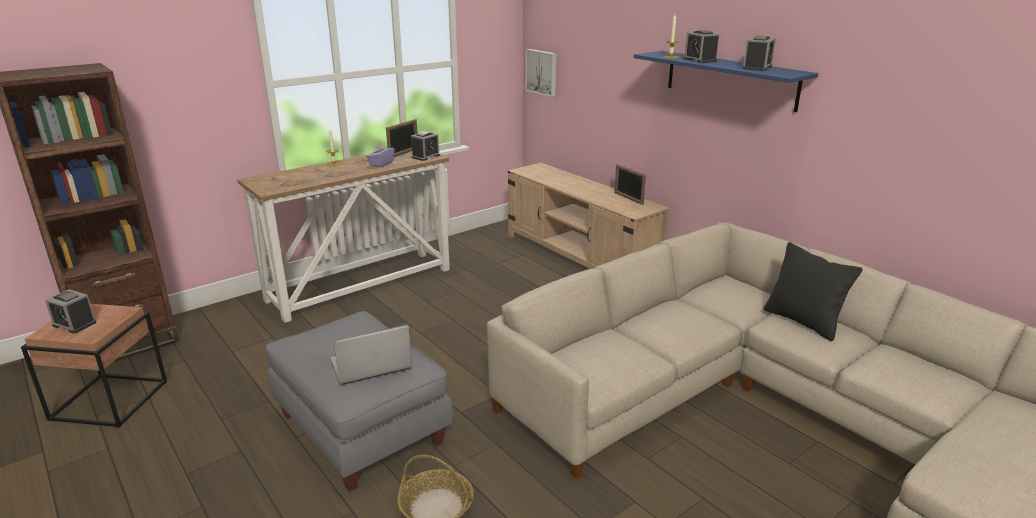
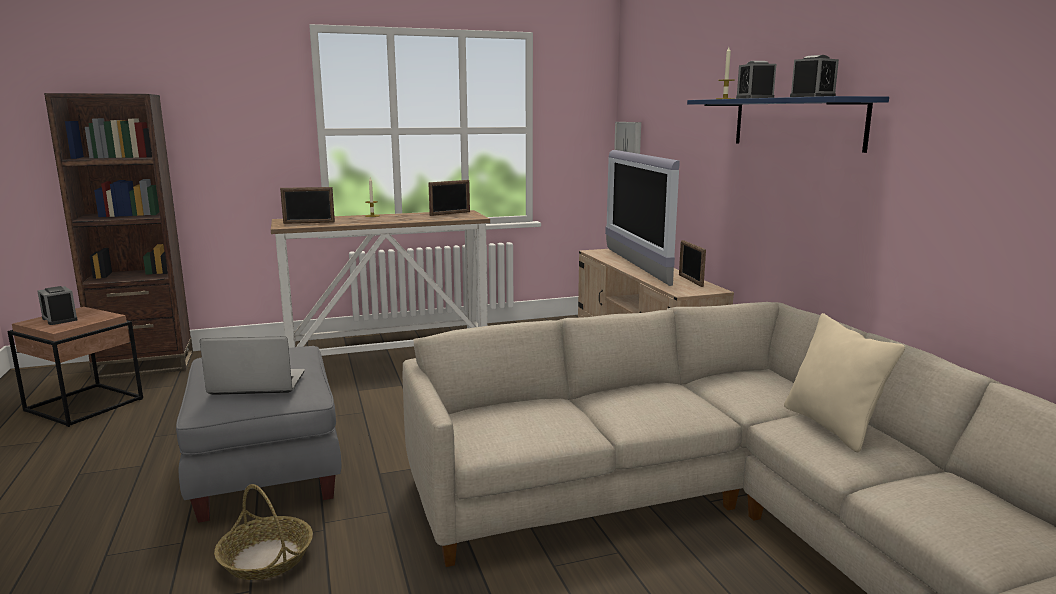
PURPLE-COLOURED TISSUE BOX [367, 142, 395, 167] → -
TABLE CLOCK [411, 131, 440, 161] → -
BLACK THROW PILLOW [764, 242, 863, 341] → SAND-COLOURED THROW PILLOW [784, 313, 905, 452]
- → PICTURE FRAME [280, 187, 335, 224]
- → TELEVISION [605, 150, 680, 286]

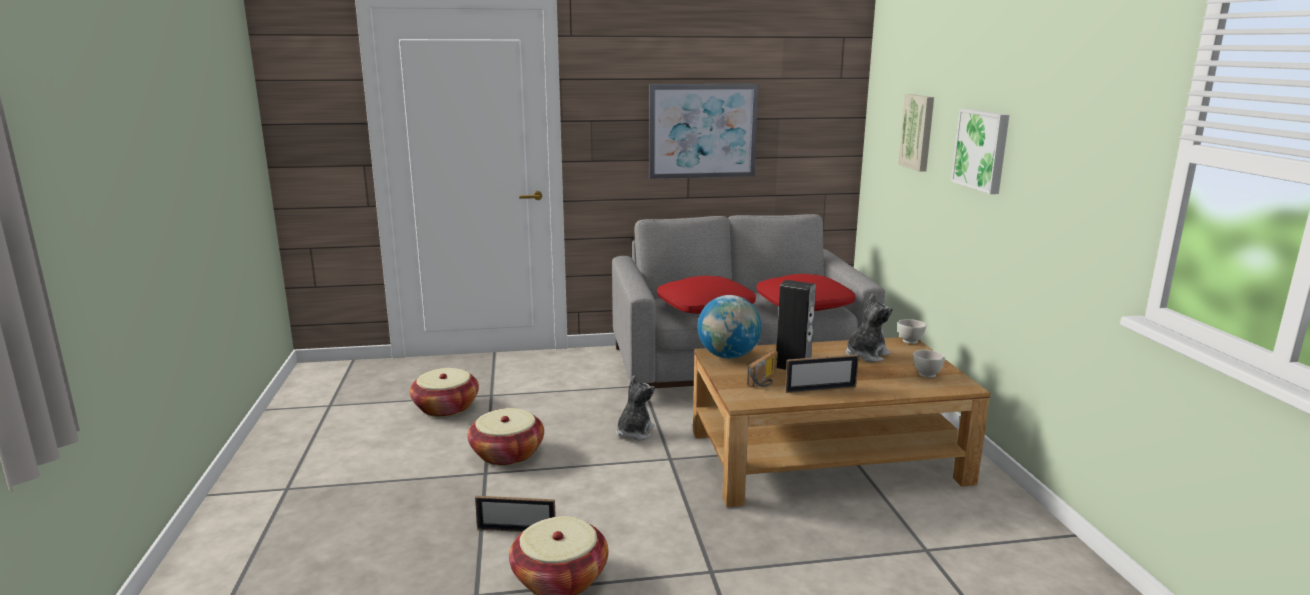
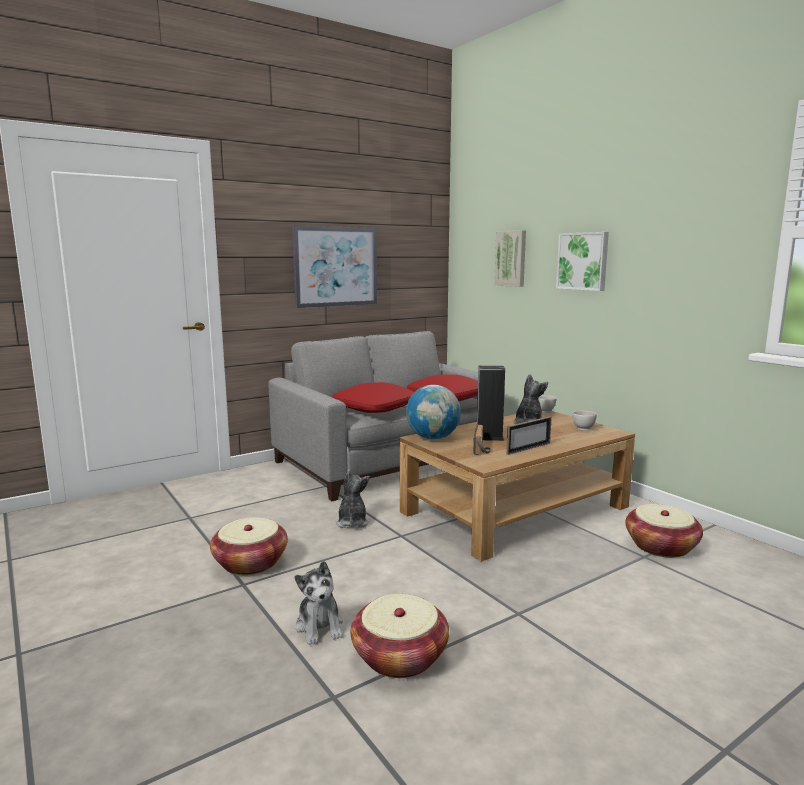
HOUSEHOLD BASKET [410, 368, 479, 417] → HOUSEHOLD BASKET [626, 504, 703, 558], moved
PICTURE FRAME [475, 496, 556, 532] → CUDDLY TOY [295, 561, 343, 645]

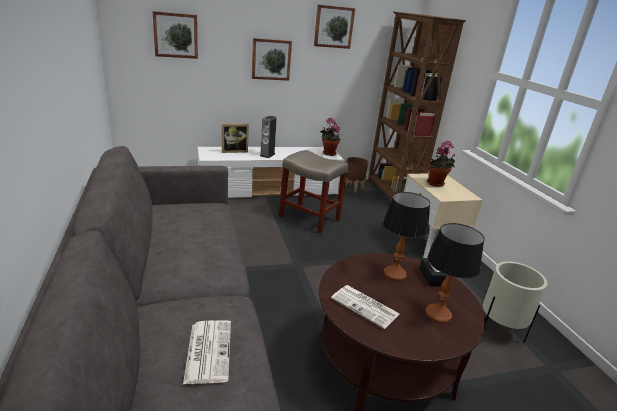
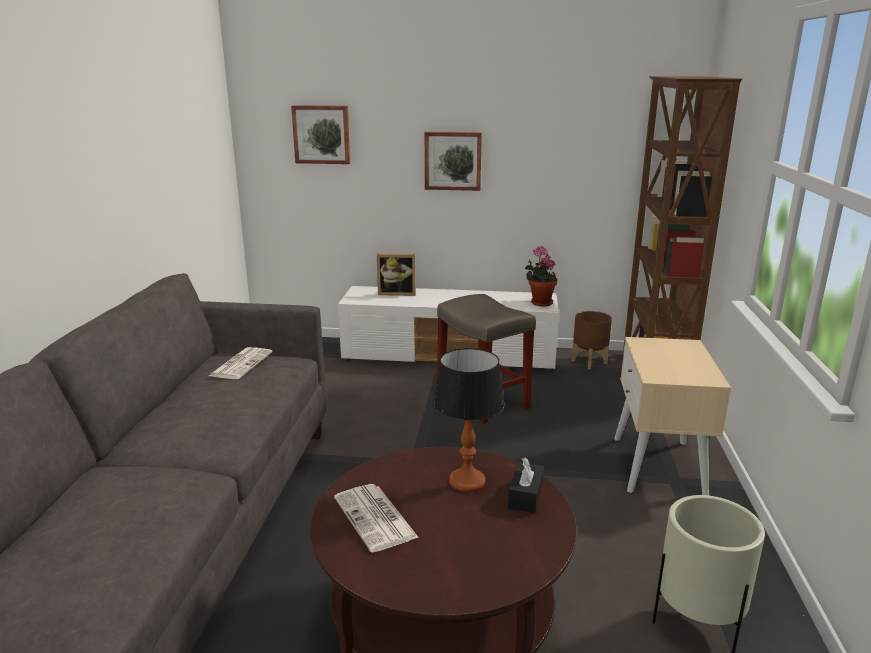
PRINTED PAPER [183, 320, 231, 384] → PRINTED PAPER [209, 347, 272, 379], moved
AUDIO SPEAKER [260, 116, 277, 158] → -
WALL PICTURE [314, 5, 355, 49] → -
LAMP FOR A TABLE [426, 223, 484, 323] → -
HOUSEPLANT [427, 141, 455, 187] → -

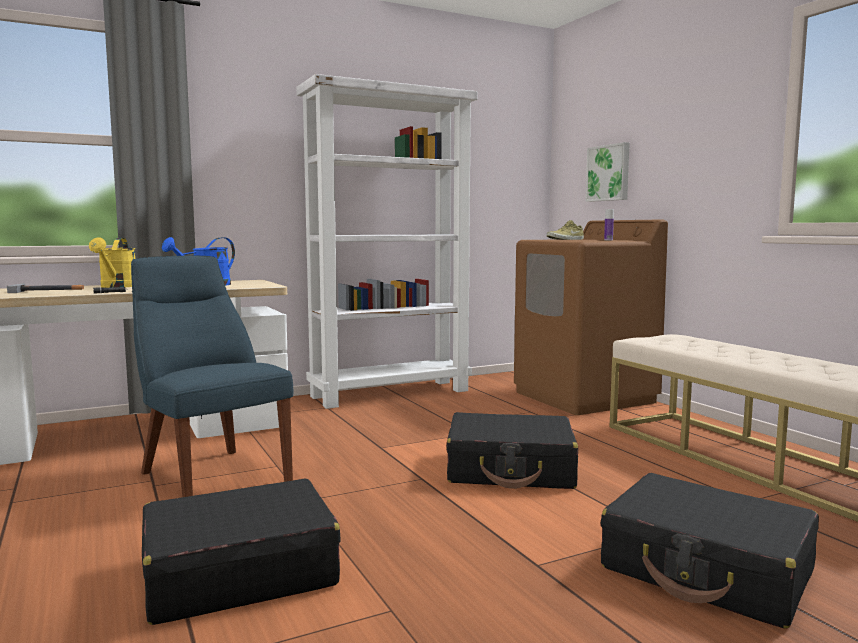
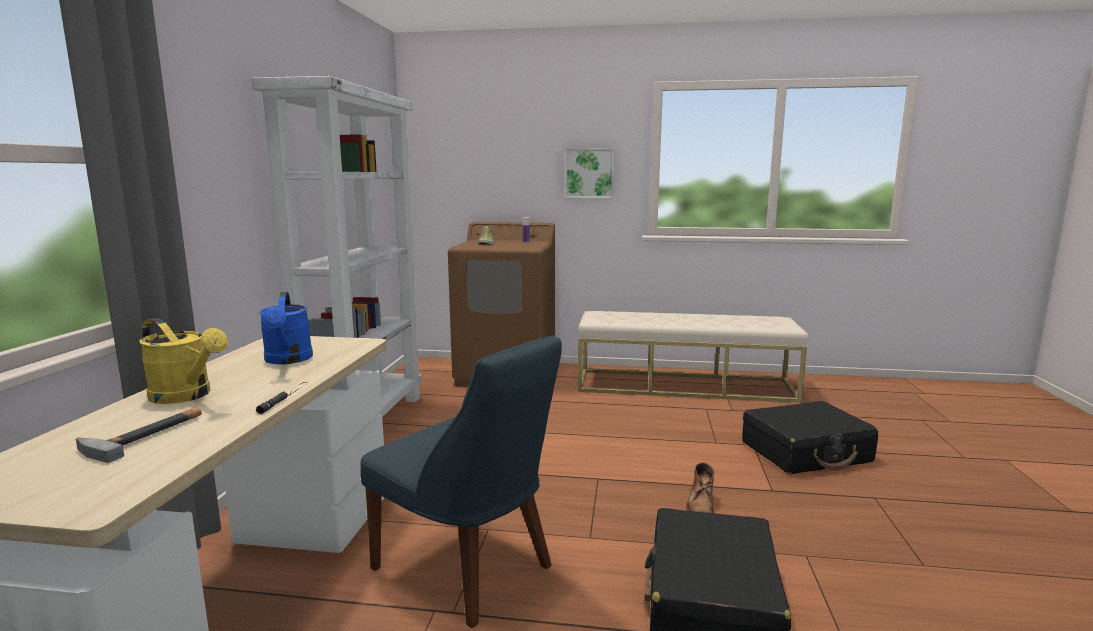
BLUE-COLOURED CHAIR [131, 256, 293, 497] → BLUE-COLOURED CHAIR [360, 335, 562, 628], 135 degrees counterclockwise
BLACK TRAVEL CASE [446, 412, 578, 489] → -
WALL PICTURE [586, 142, 630, 202] → WALL PICTURE [565, 148, 614, 198], moved
- → BROWN-COLOURED BOOT [686, 462, 714, 513]

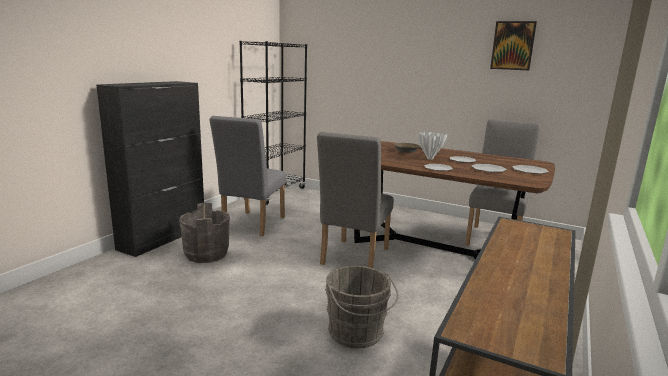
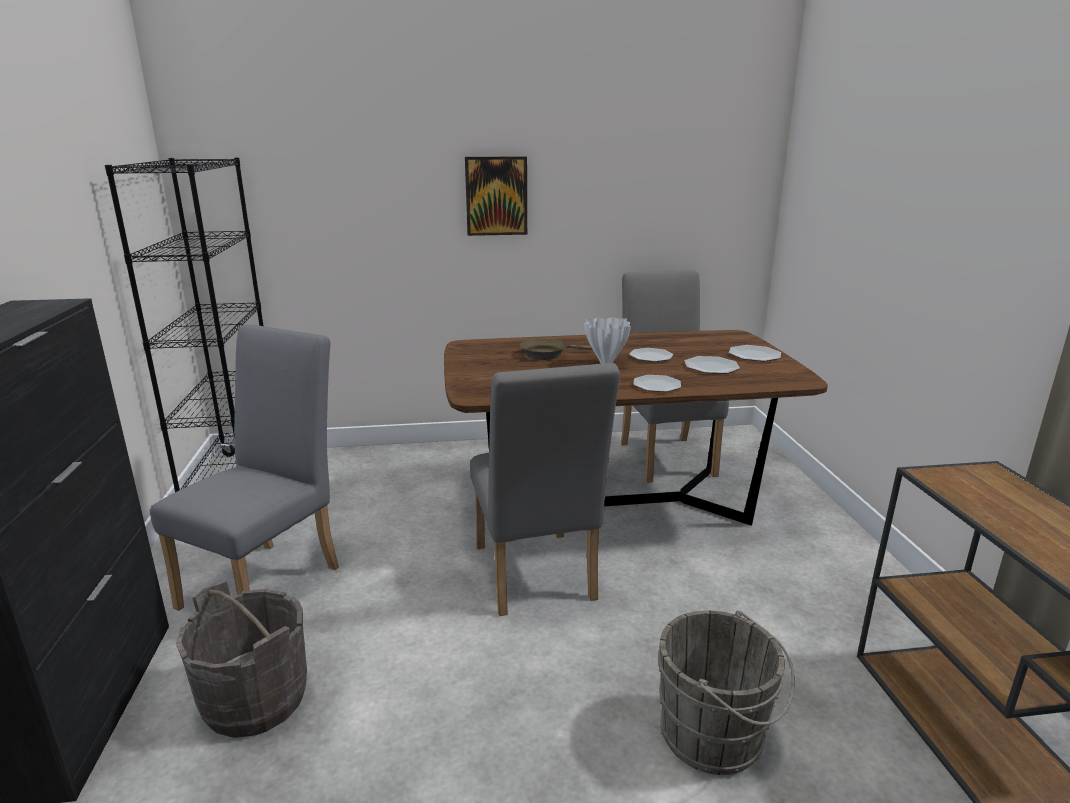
GREY CHAIR [209, 116, 286, 236] → GREY CHAIR [150, 324, 339, 611], 135 degrees counterclockwise
WALL PICTURE [490, 21, 537, 70] → WALL PICTURE [465, 156, 527, 236], moved

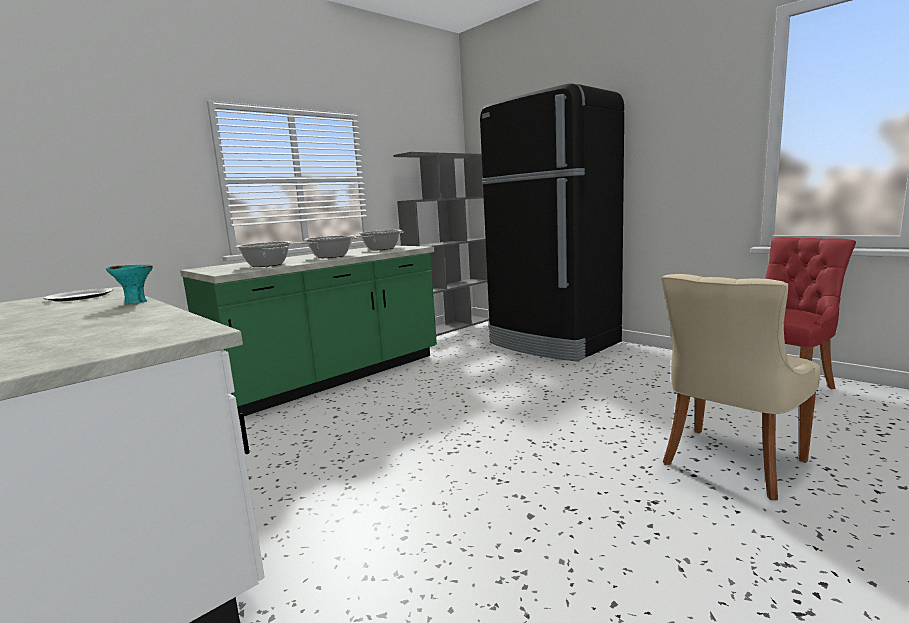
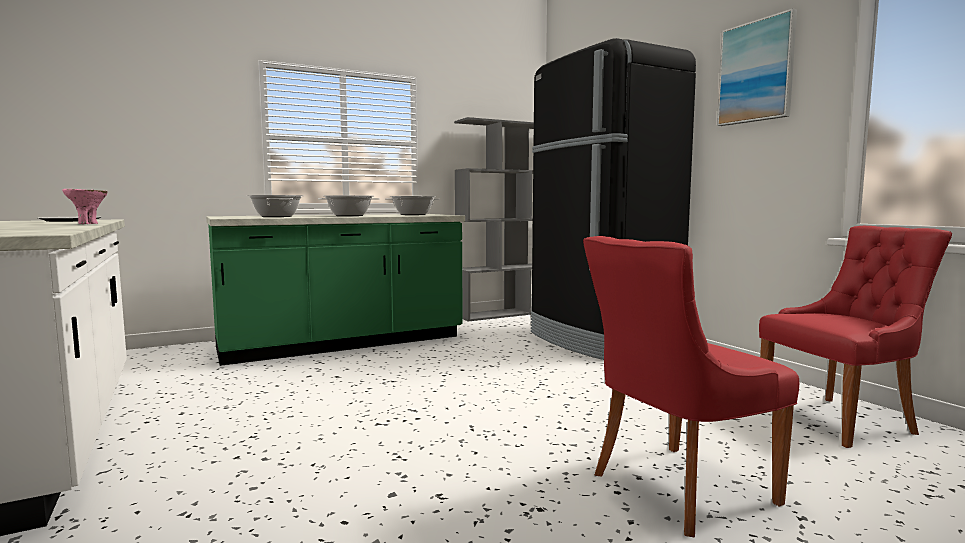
TURQUOISE BOWL [106, 264, 153, 304] → PINK BOWL [62, 189, 108, 224]
SAND-COLOURED CHAIR [661, 274, 821, 500] → RED-COLOURED CHAIR [583, 236, 799, 537]
- → WALL PICTURE [717, 8, 797, 126]

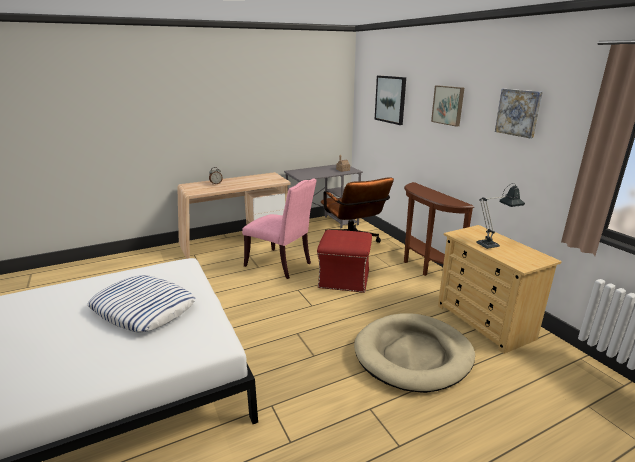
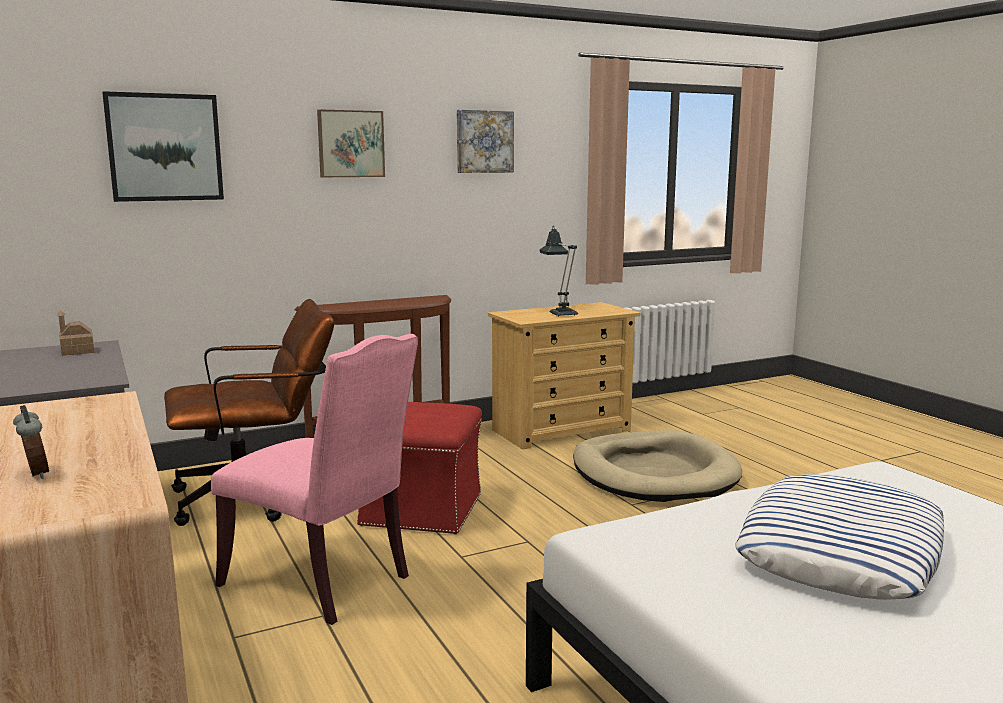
PINK CHAIR [242, 178, 316, 279] → PINK CHAIR [211, 334, 418, 625], 90 degrees clockwise

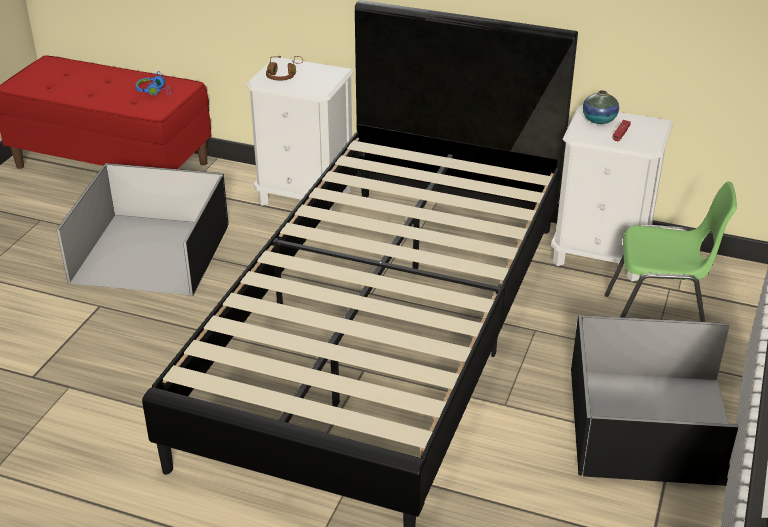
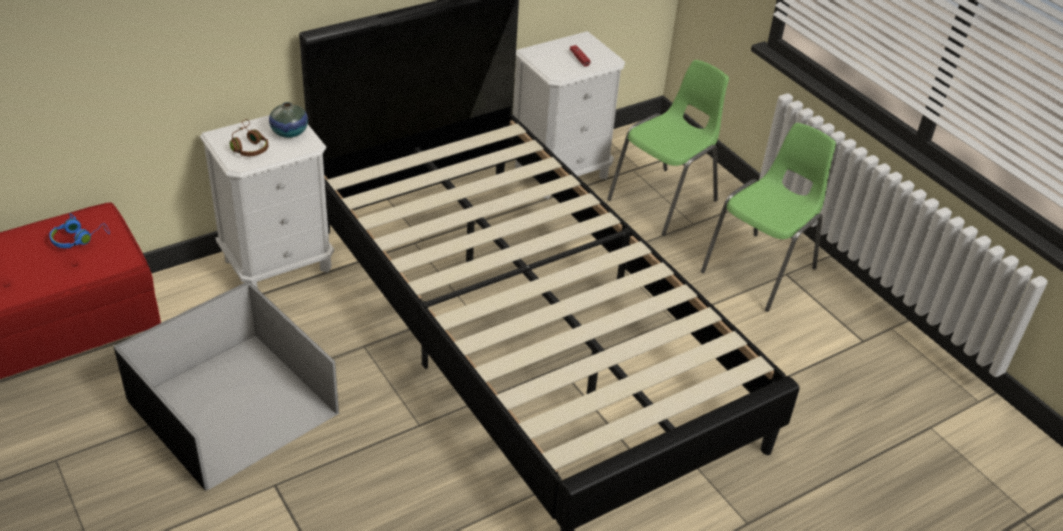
BLACK STORAGE CONTAINER [571, 314, 739, 486] → GREEN CHAIR [701, 123, 836, 312]
DECORATIVE VASE [583, 90, 619, 124] → DECORATIVE VASE [269, 102, 308, 138], moved

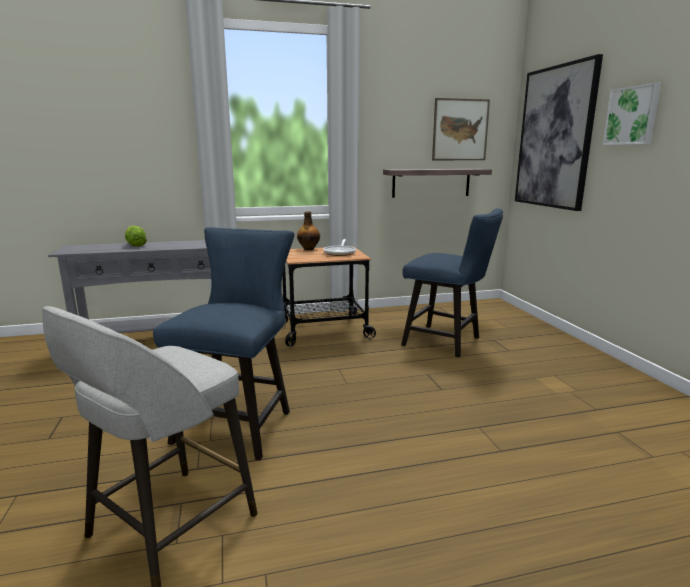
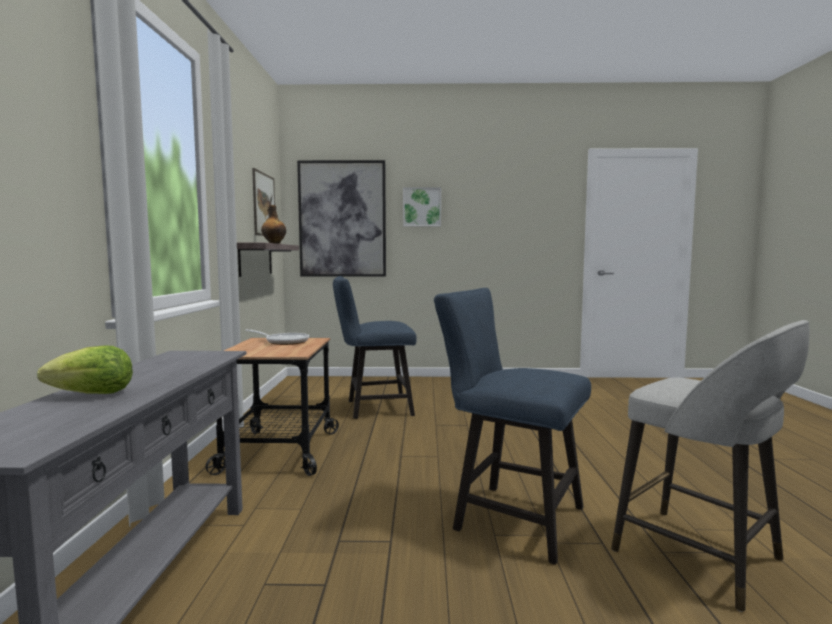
BEVERAGE BOTTLE [297, 211, 320, 250] → BEVERAGE BOTTLE [261, 205, 286, 244], moved
BLUE-COLOURED CHAIR [401, 208, 503, 357] → BLUE-COLOURED CHAIR [333, 276, 417, 419], 150 degrees counterclockwise

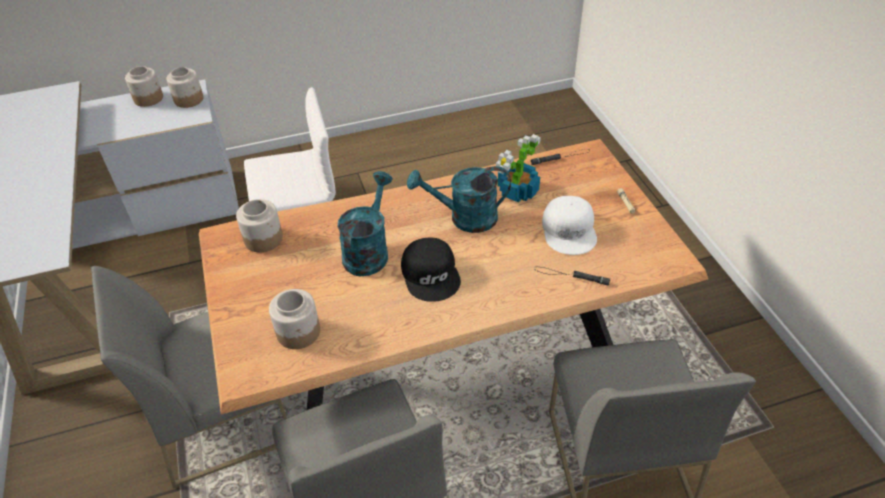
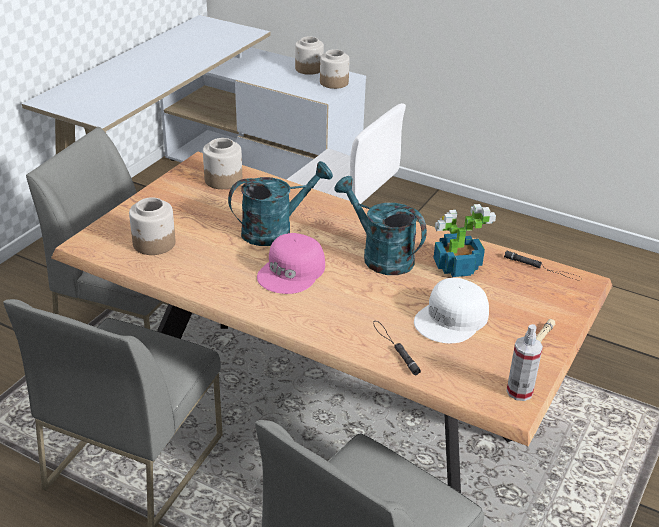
BLACK BASEBALL CAP [401, 238, 461, 302] → PINK BASEBALL CAP [257, 233, 325, 294]
- → SPRAY BOTTLE [506, 324, 543, 401]

